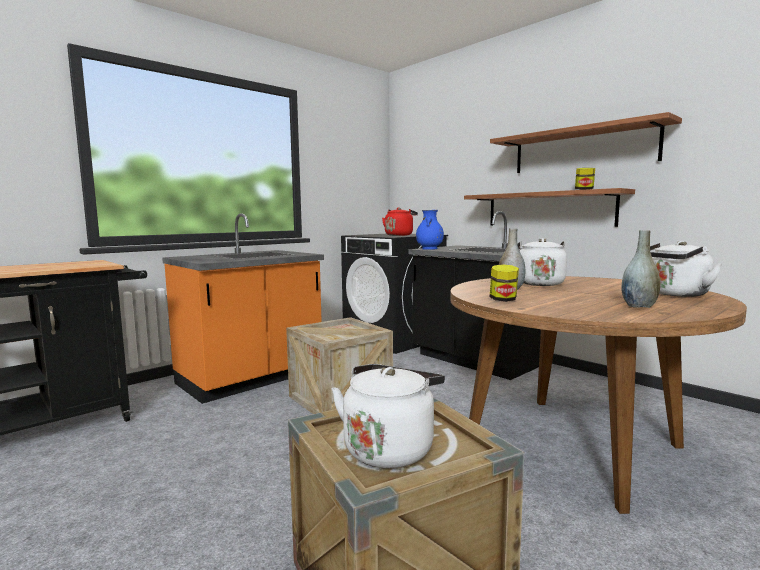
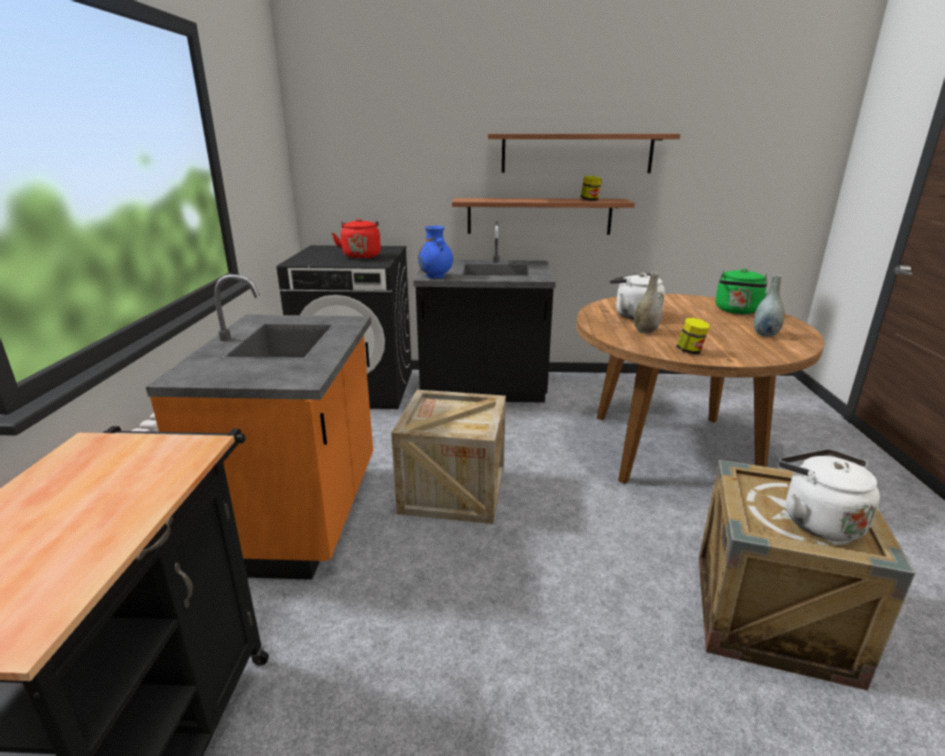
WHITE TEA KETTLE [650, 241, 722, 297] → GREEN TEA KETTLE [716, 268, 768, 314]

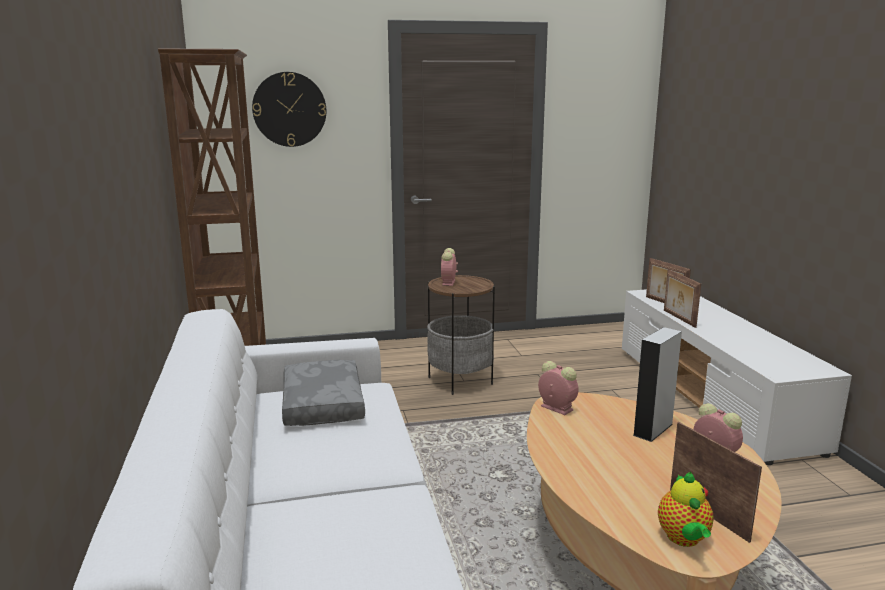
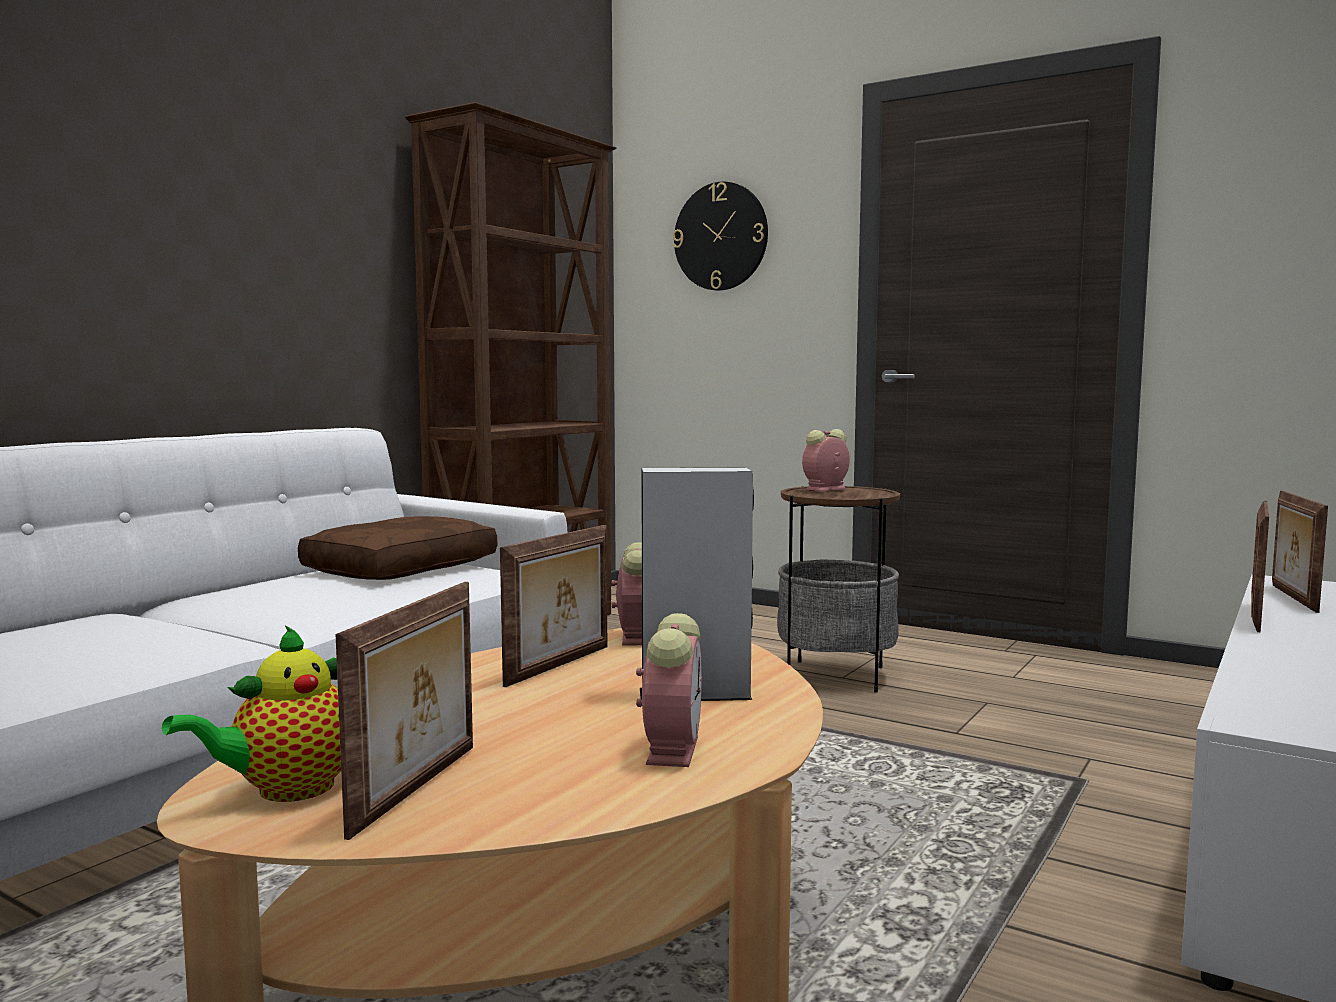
GREY THROW PILLOW [282, 360, 365, 426] → BROWN-COLOURED THROW PILLOW [298, 516, 497, 580]
- → PICTURE FRAME [500, 525, 607, 687]

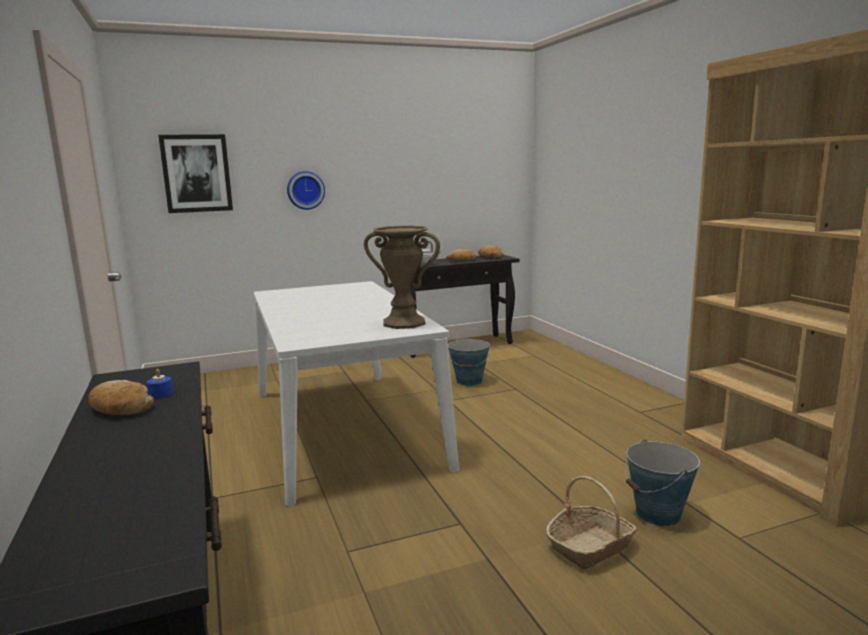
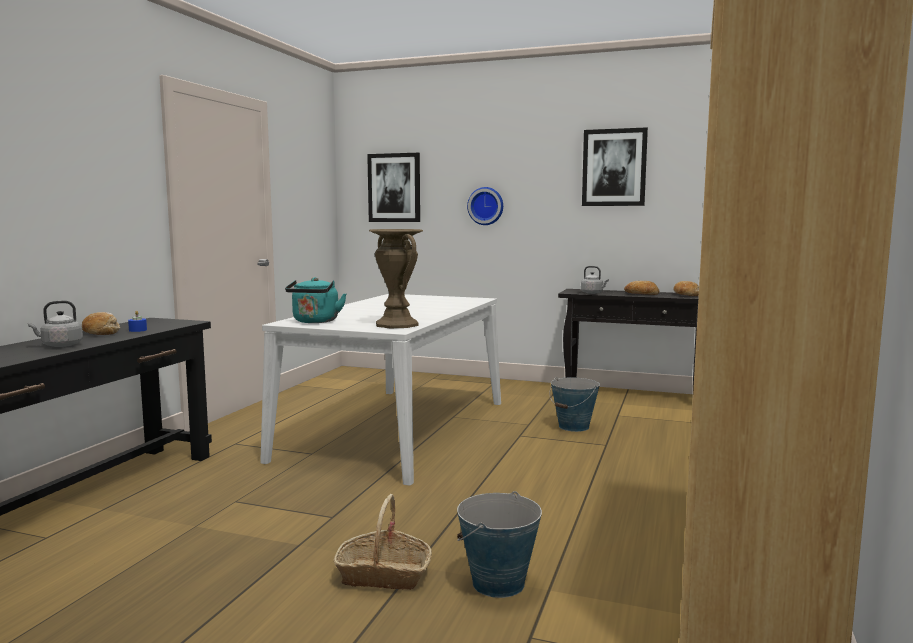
- → GREY TEA KETTLE [28, 301, 83, 347]
- → TURQUOISE TEA KETTLE [285, 277, 346, 323]
- → WALL PICTURE [582, 127, 648, 206]

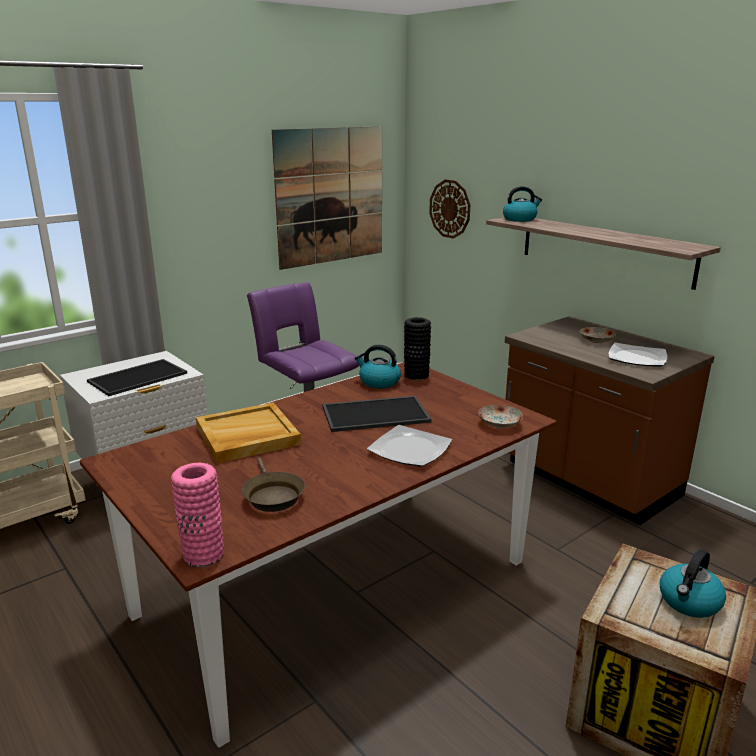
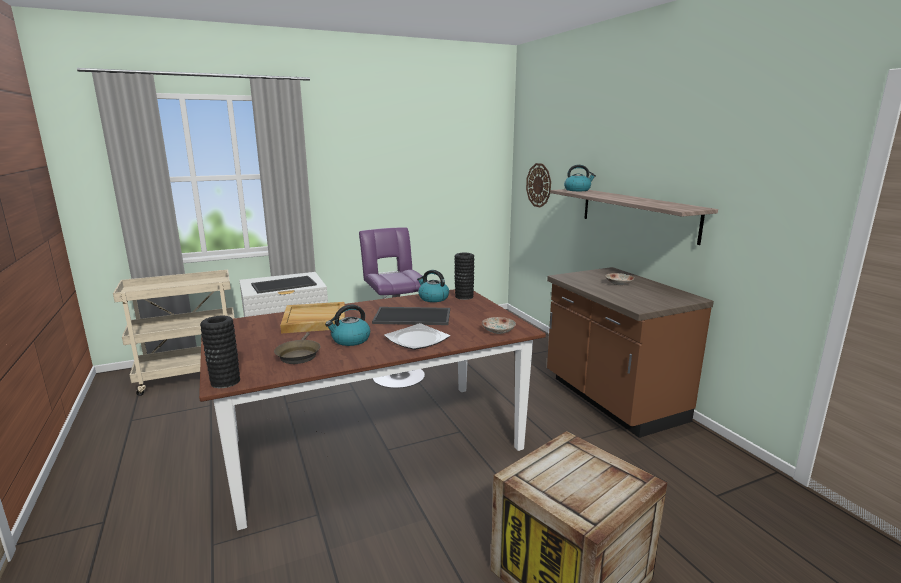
PINK DECORATIVE VASE [171, 463, 224, 567] → BLACK DECORATIVE VASE [200, 316, 240, 388]
WALL PICTURE [272, 126, 382, 270] → -
FLAT DISH [608, 343, 667, 367] → -
TEA KETTLE [660, 549, 726, 618] → TEA KETTLE [325, 305, 370, 346], moved

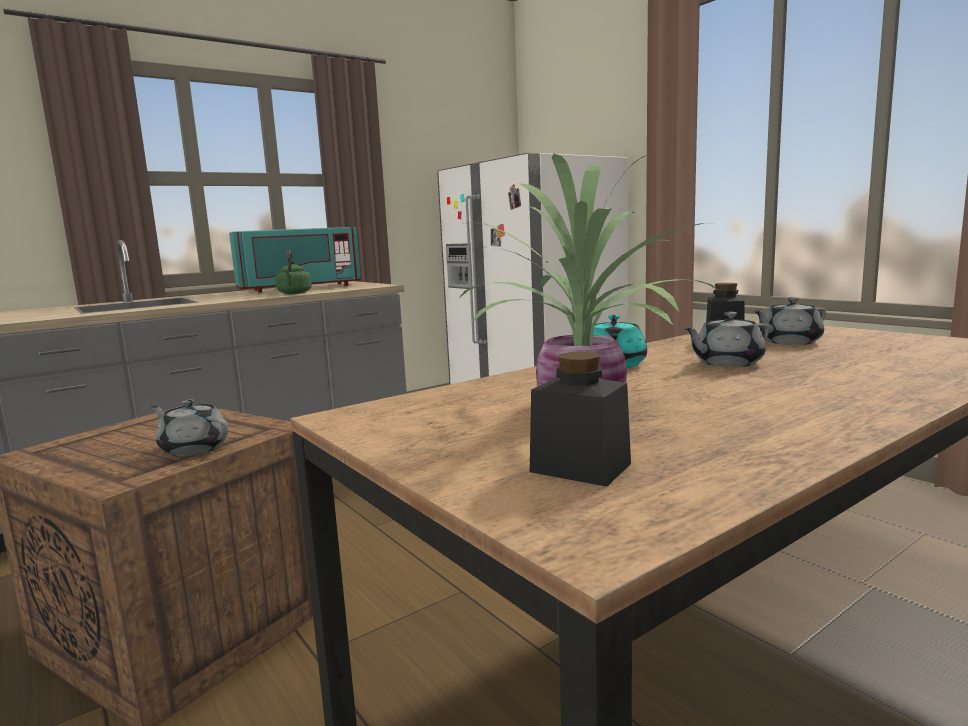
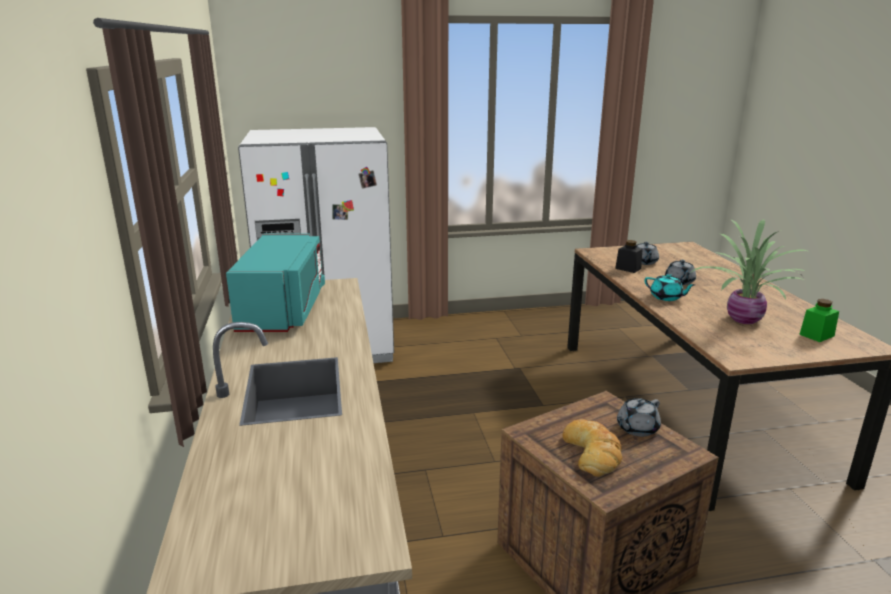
GREEN TEA KETTLE [276, 251, 312, 294] → -
BLACK JAR [530, 352, 631, 487] → GREEN JAR [799, 299, 839, 342]
- → BREAD [563, 419, 622, 477]

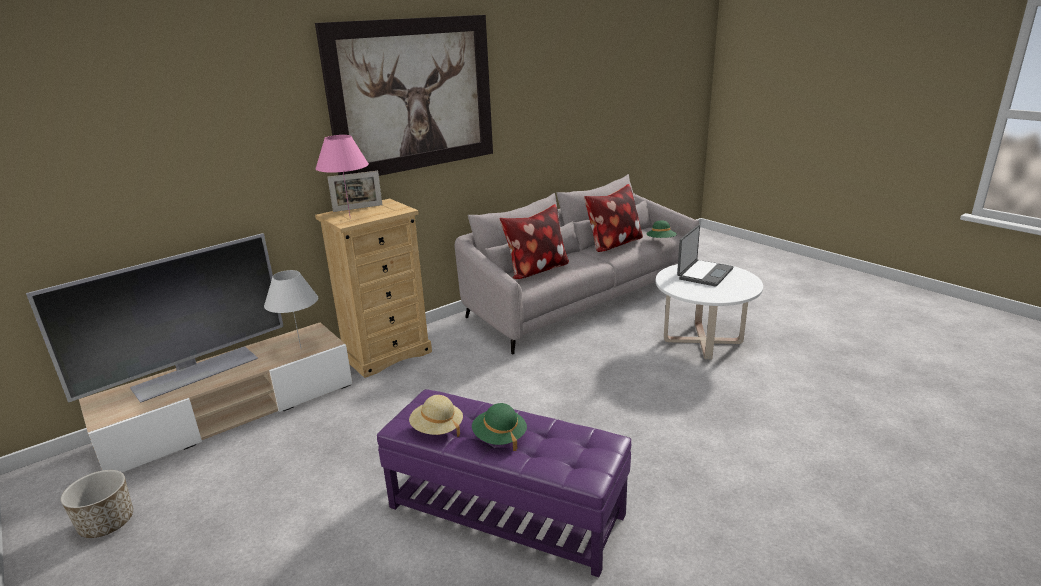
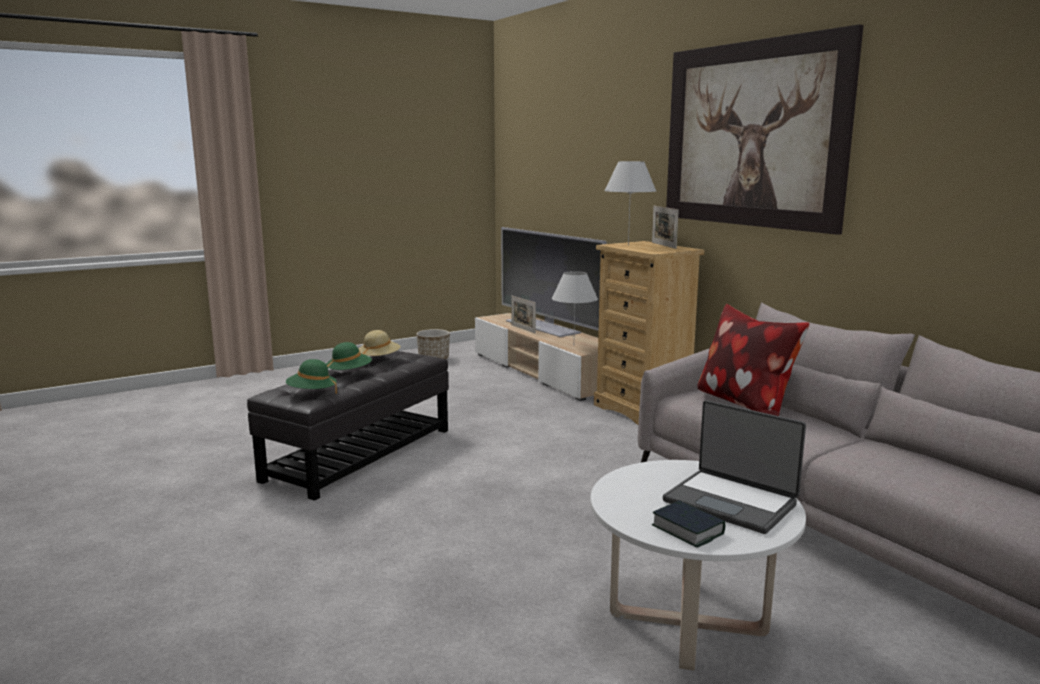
PINK LAMP FOR A TABLE [315, 135, 369, 216] → WHITE LAMP FOR A TABLE [604, 161, 656, 245]
PURPLE-COLOURED FOOTREST [377, 389, 631, 577] → BLACK FOOTREST [247, 351, 449, 501]
THROW PILLOW [584, 184, 643, 252] → -
GREEN HAT [646, 220, 677, 238] → GREEN HAT [286, 359, 337, 394], moved
- → PICTURE FRAME [511, 296, 536, 333]
- → VOLUME [652, 501, 725, 547]

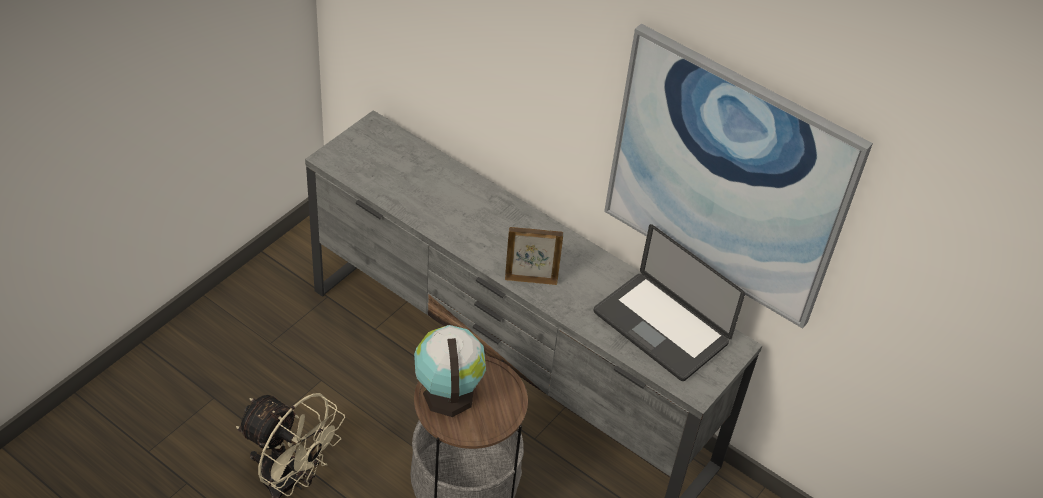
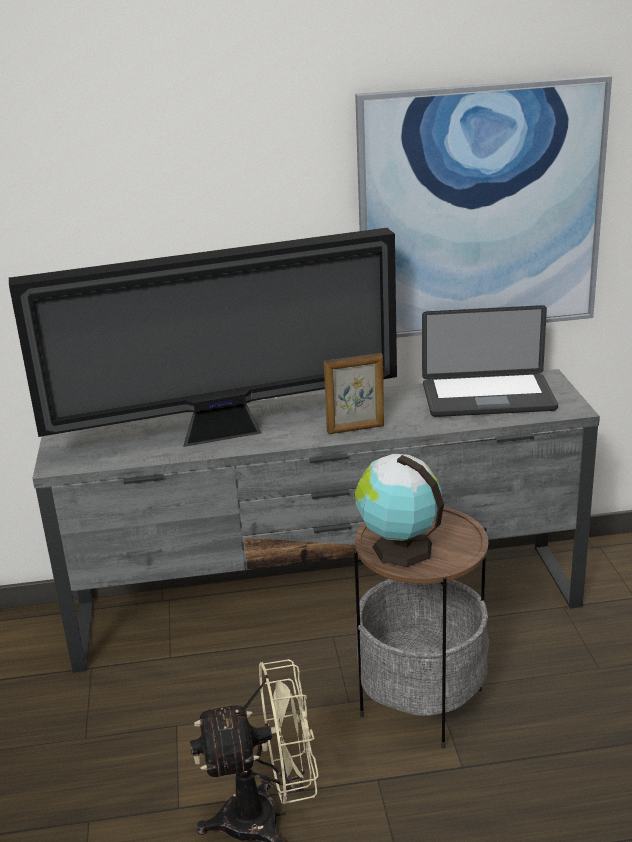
PICTURE FRAME [505, 227, 563, 285] → PICTURE FRAME [324, 353, 384, 434], 150 degrees counterclockwise
- → TELEVISION [9, 228, 397, 447]

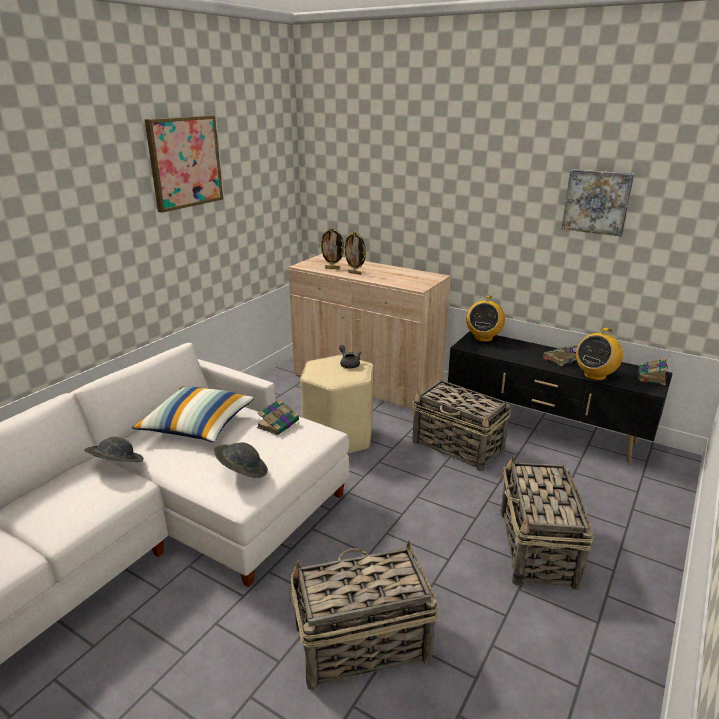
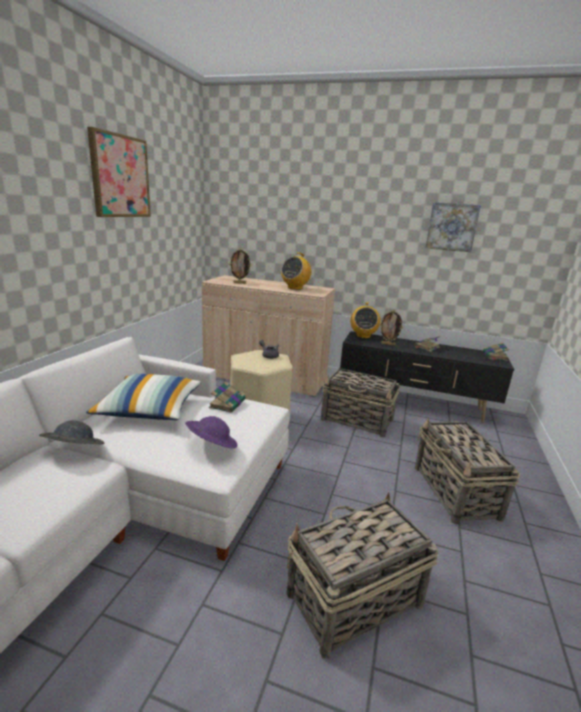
GREY HAT [214, 442, 268, 478] → PURPLE-COLOURED HAT [185, 416, 237, 448]
PICTURE FRAME [343, 231, 366, 275] → PICTURE FRAME [379, 310, 403, 346], moved
RADIO SET [576, 328, 623, 381] → RADIO SET [281, 252, 311, 290], moved

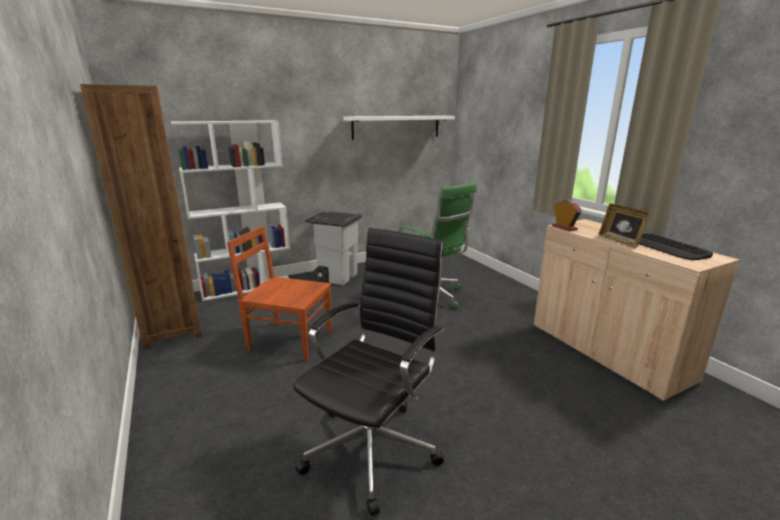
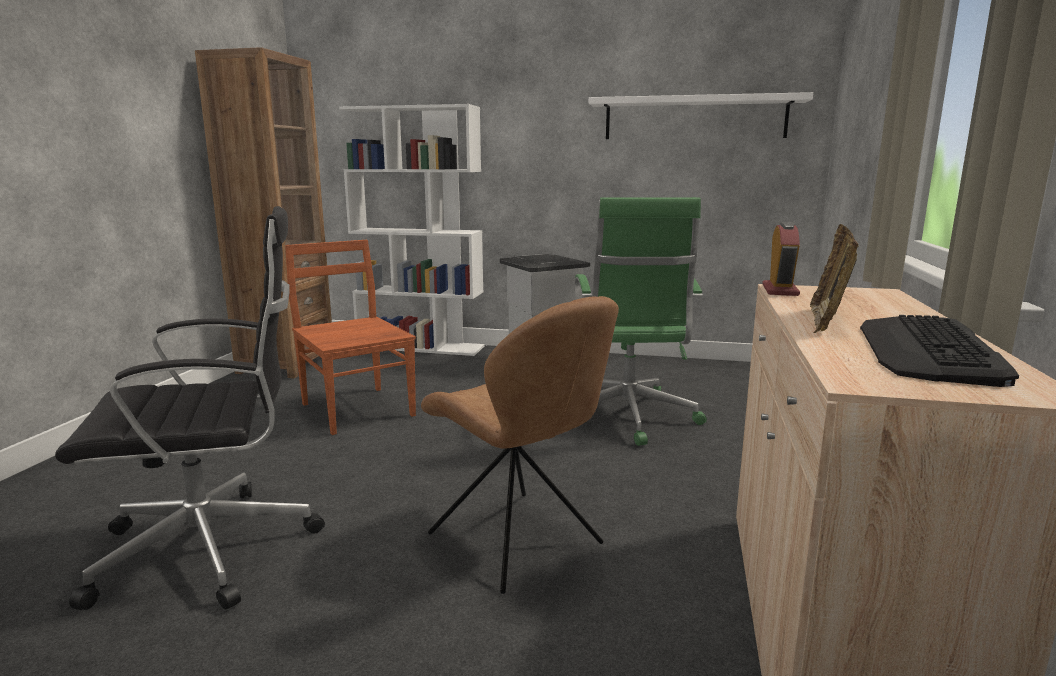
- → BROWN-COLOURED CHAIR [421, 296, 619, 594]

